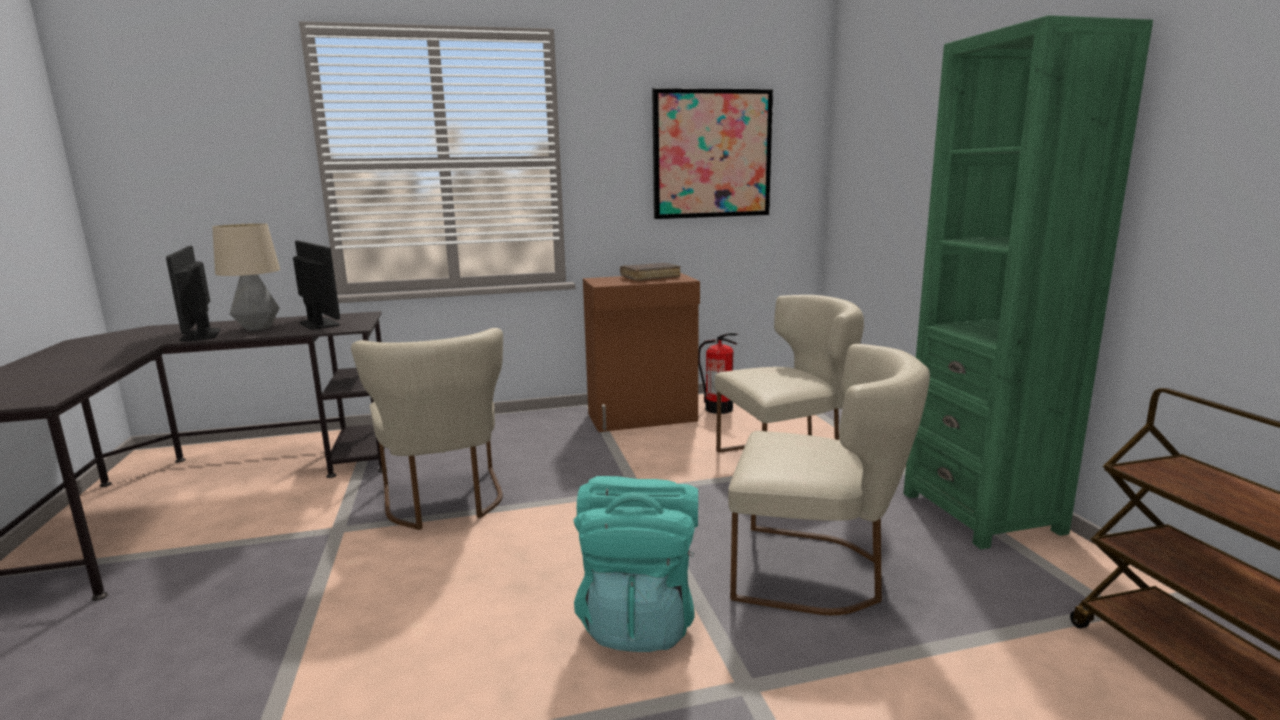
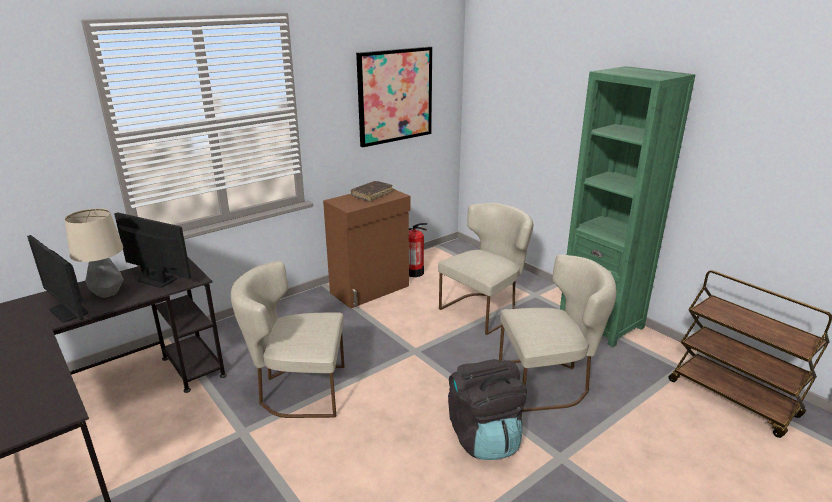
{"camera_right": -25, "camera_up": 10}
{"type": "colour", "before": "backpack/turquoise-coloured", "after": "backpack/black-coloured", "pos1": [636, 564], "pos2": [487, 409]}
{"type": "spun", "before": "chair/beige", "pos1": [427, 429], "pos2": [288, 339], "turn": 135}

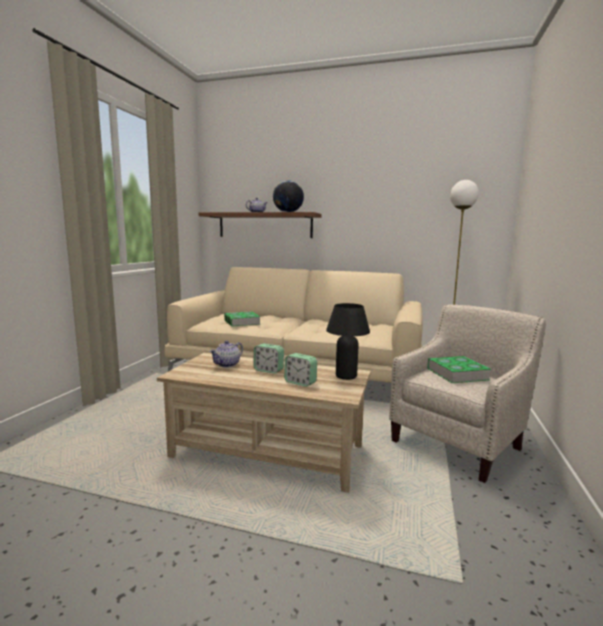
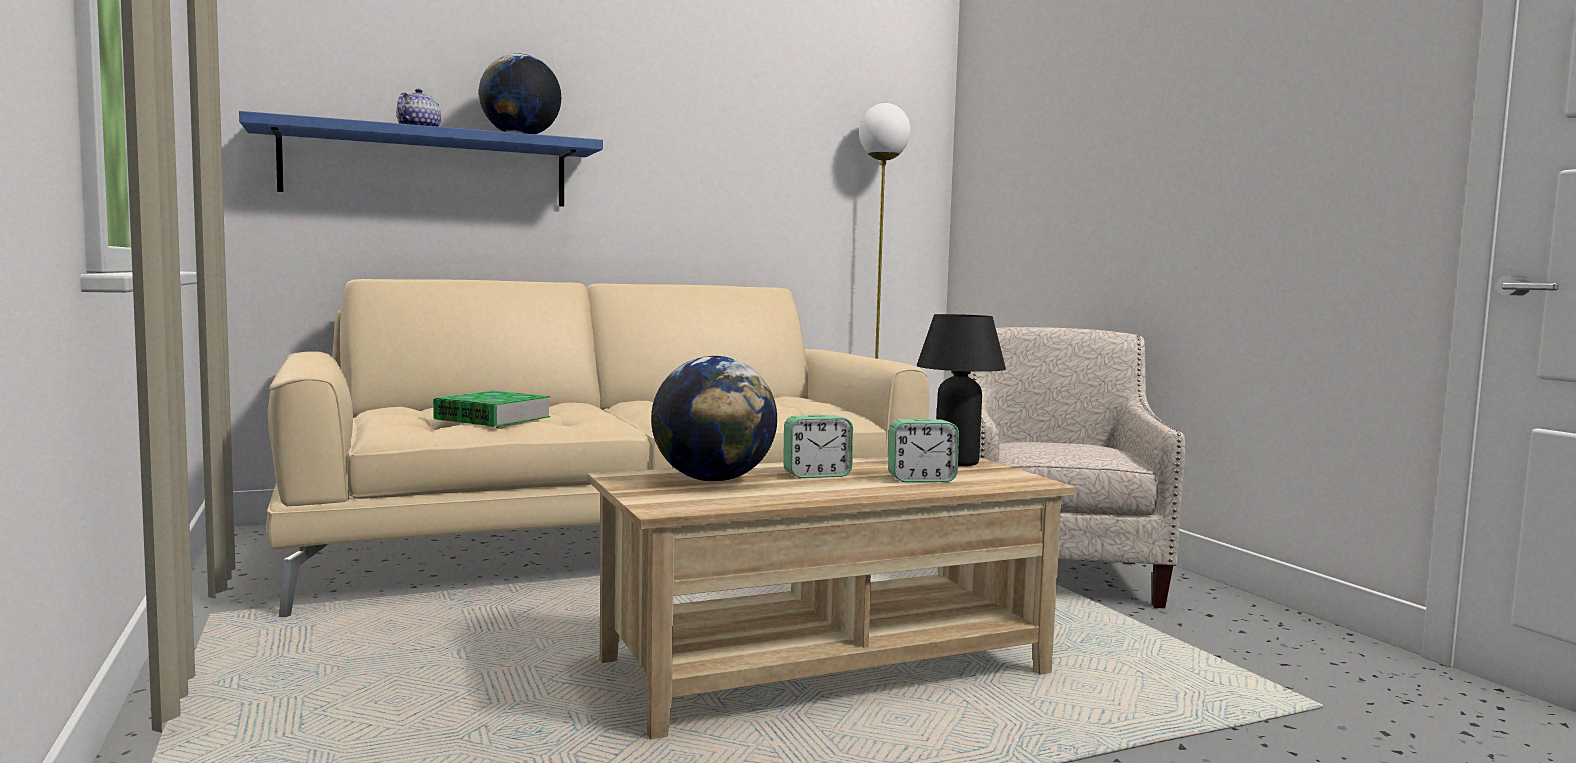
{"camera_right": -40, "camera_up": -5}
{"type": "missing", "before": "bound book", "pos1": [459, 369]}
{"type": "exchanged", "before": "tea pot", "after": "globe", "pos1": [226, 354], "pos2": [714, 419]}
{"type": "colour", "before": "bracket shelf/brown", "after": "bracket shelf/blue-coloured", "pos1": [260, 225], "pos2": [421, 159]}

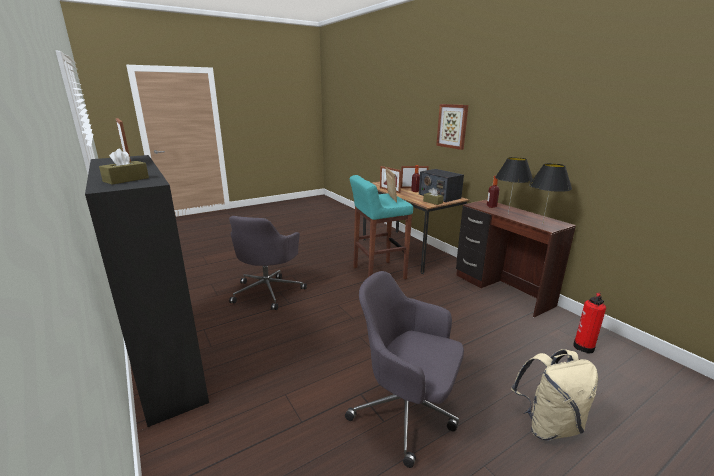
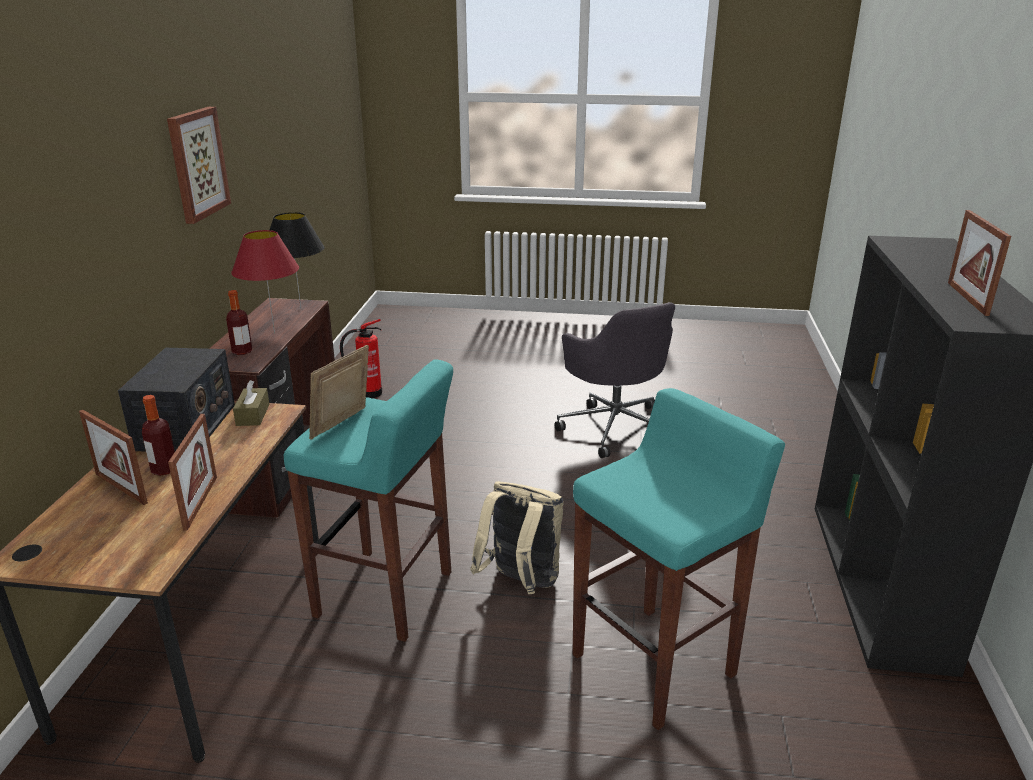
{"camera_right": -140, "camera_up": 5}
{"type": "missing", "before": "tissue holder/brown", "pos1": [124, 167]}
{"type": "relocated", "before": "picture", "pos1": [452, 127], "pos2": [199, 165]}
{"type": "relocated", "before": "backpack/beige", "pos1": [554, 395], "pos2": [517, 537]}
{"type": "exchanged", "before": "computer chair/greyish", "after": "stool/turquoise-coloured", "pos1": [268, 263], "pos2": [678, 559]}
{"type": "colour", "before": "tabletop lamp/black-coloured", "after": "tabletop lamp/red-coloured", "pos1": [514, 185], "pos2": [265, 282]}

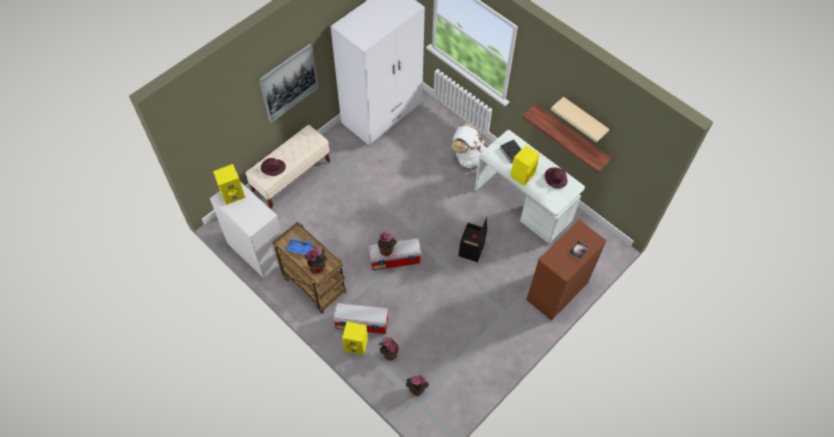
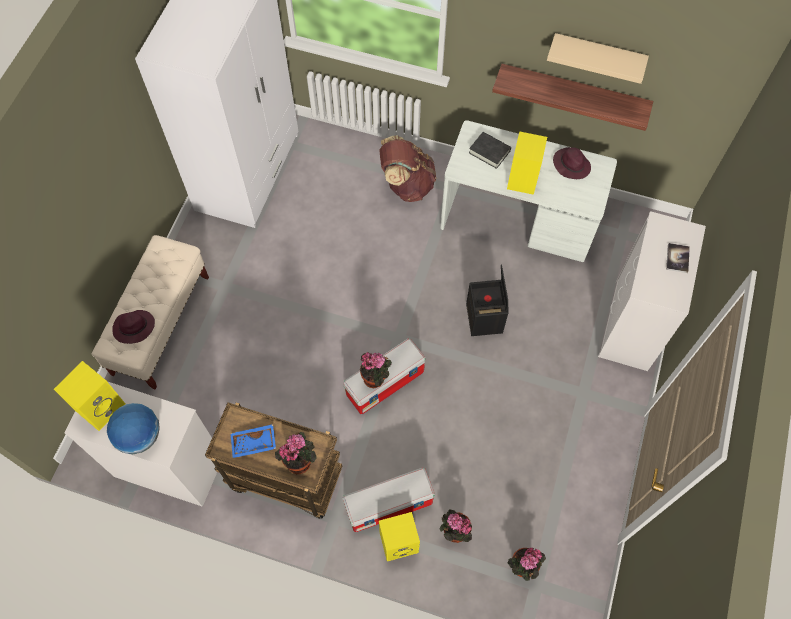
{"camera_right": -25, "camera_up": 5}
{"type": "missing", "before": "picture", "pos1": [288, 83]}
{"type": "appeared", "after": "globe", "pos2": [133, 428]}
{"type": "colour", "before": "backpack/white-coloured", "after": "backpack/brown", "pos1": [470, 146], "pos2": [408, 168]}
{"type": "colour", "before": "drawer chest/brown", "after": "drawer chest/white-coloured", "pos1": [566, 270], "pos2": [652, 291]}

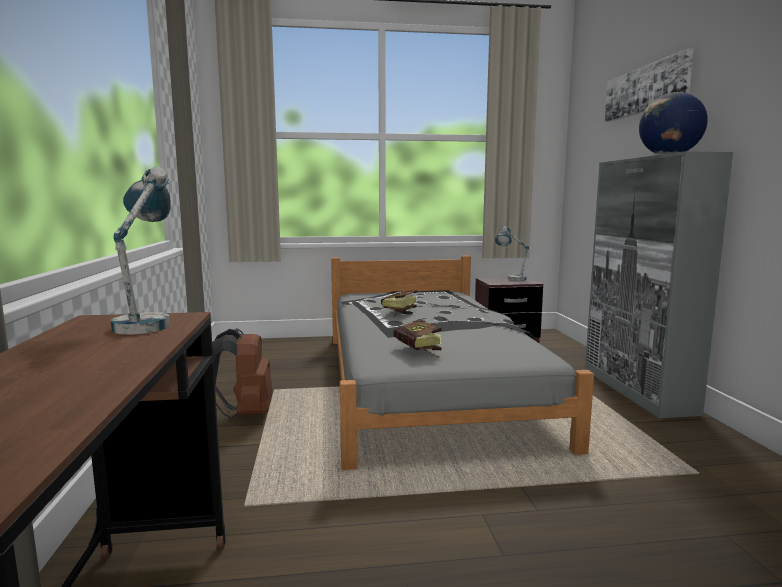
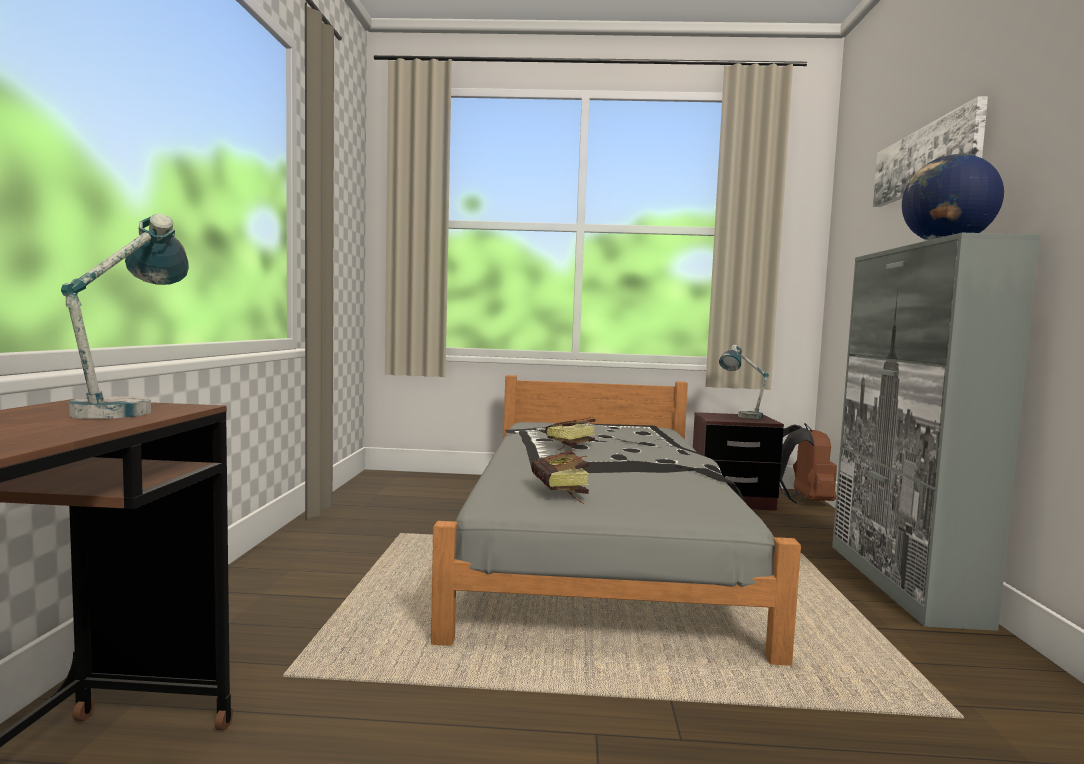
{"camera_right": 10, "camera_up": -5}
{"type": "relocated", "before": "backpack/brown", "pos1": [242, 373], "pos2": [808, 463]}

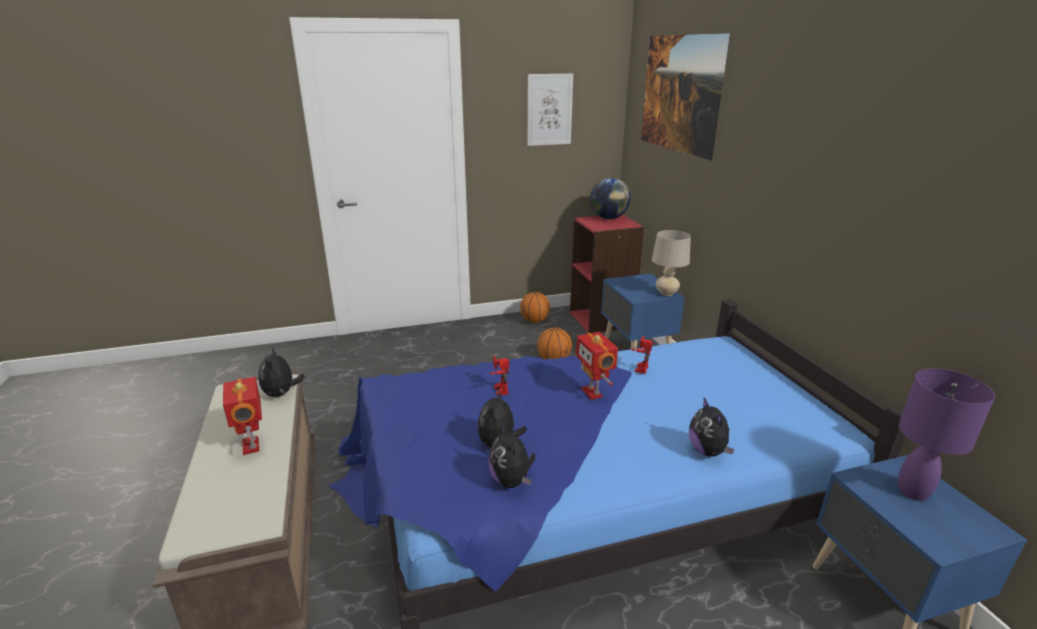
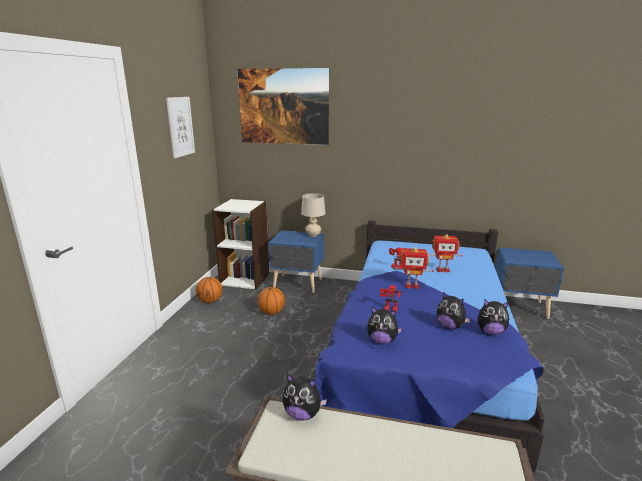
{"camera_right": -60, "camera_up": -5}
{"type": "missing", "before": "globe", "pos1": [610, 198]}
{"type": "missing", "before": "tabletop lamp/purple-coloured", "pos1": [946, 435]}
{"type": "relocated", "before": "robot figure", "pos1": [242, 416], "pos2": [445, 253]}
{"type": "relocated", "before": "plush toy", "pos1": [711, 427], "pos2": [384, 325]}
{"type": "colour", "before": "shelving unit/red-coloured", "after": "shelving unit/white-coloured", "pos1": [607, 274], "pos2": [241, 244]}

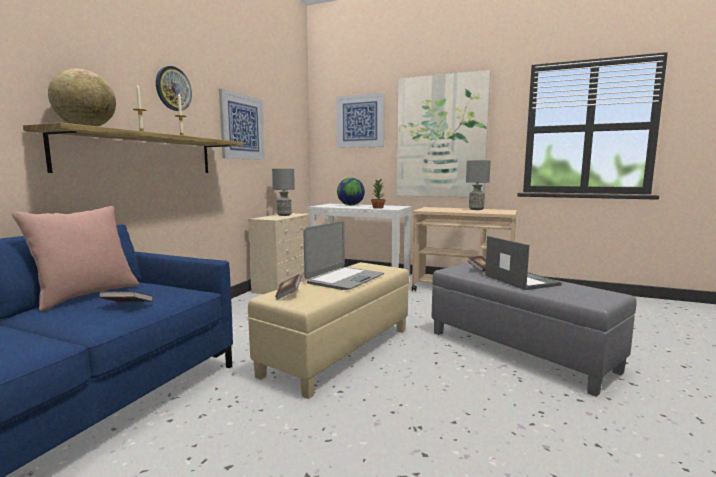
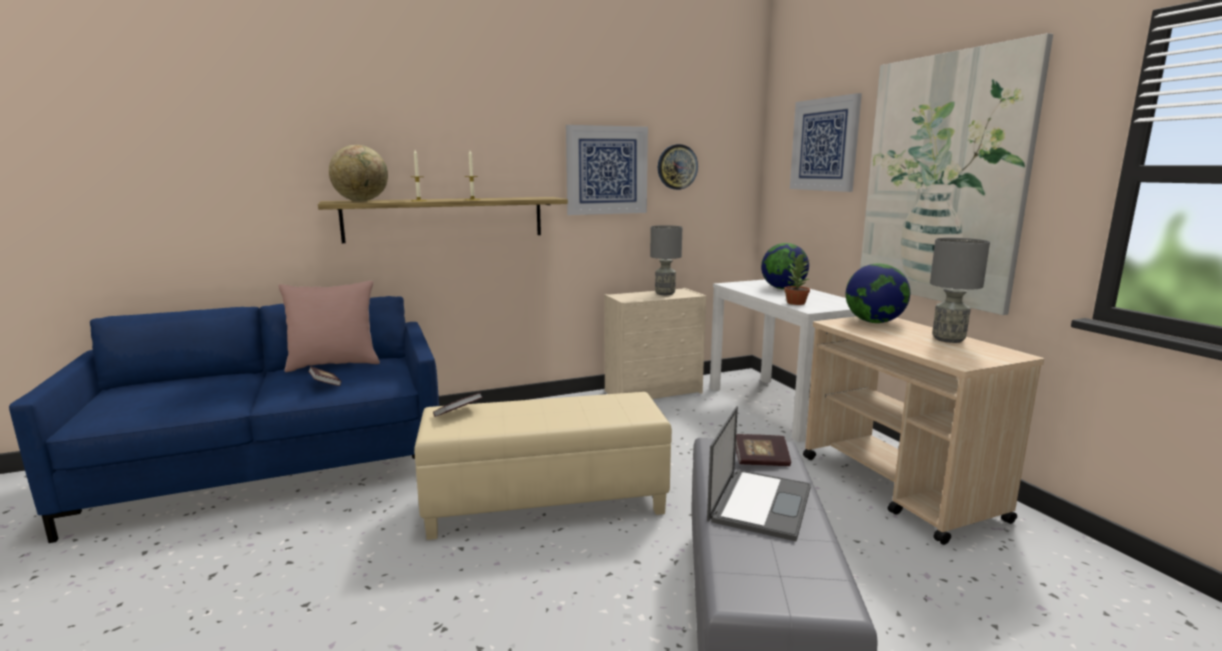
{"camera_right": 45, "camera_up": 5}
{"type": "missing", "before": "laptop", "pos1": [343, 255]}
{"type": "appeared", "after": "globe", "pos2": [878, 293]}
{"type": "relocated", "before": "clock on the wall", "pos1": [174, 88], "pos2": [678, 167]}

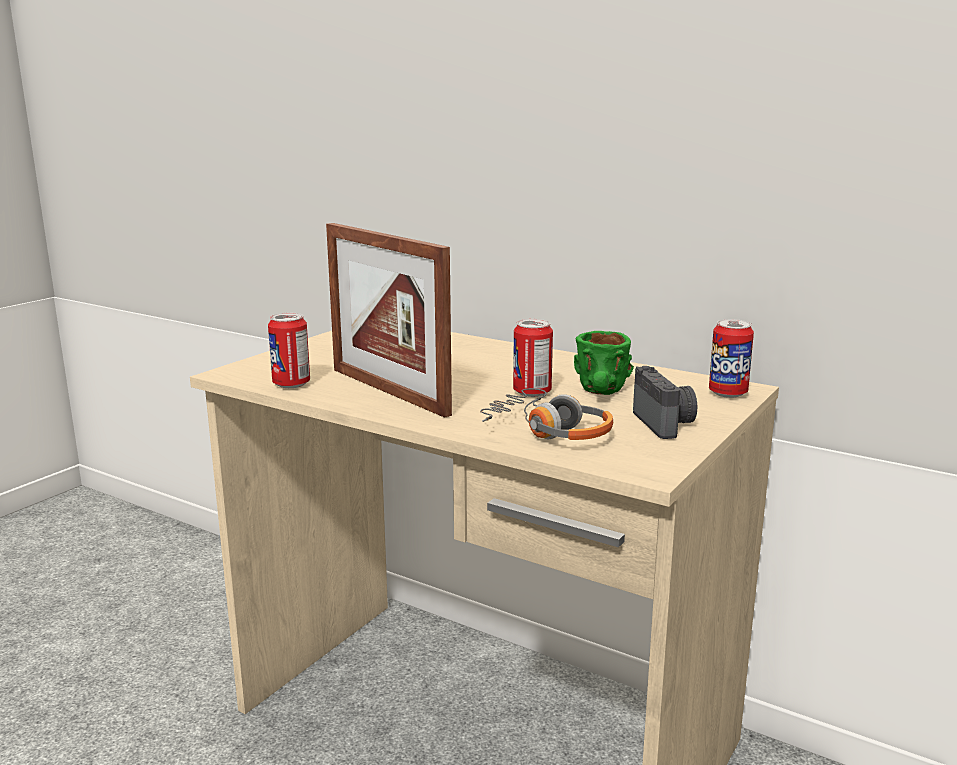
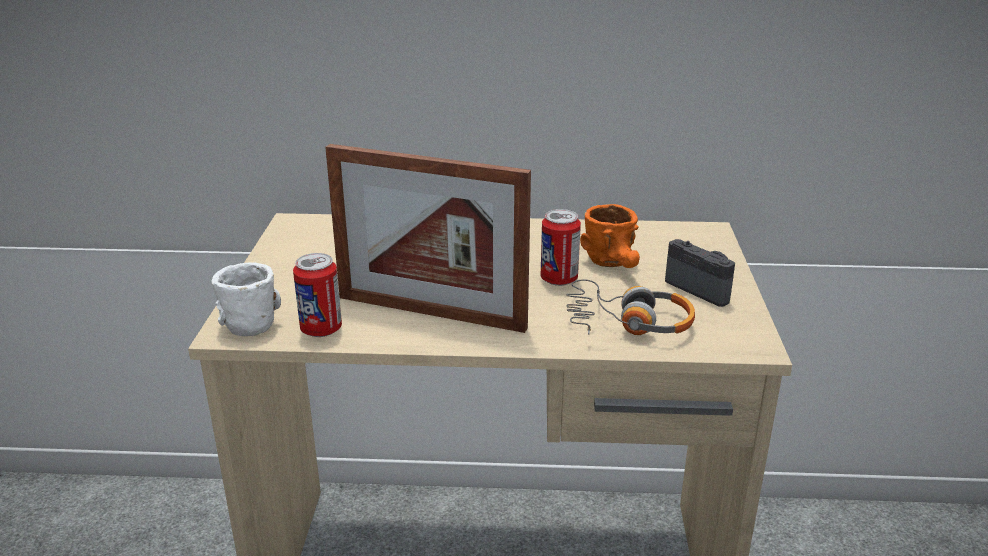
{"camera_right": -30, "camera_up": 10}
{"type": "missing", "before": "sealed can", "pos1": [731, 358]}
{"type": "appeared", "after": "coffee mug/white-coloured", "pos2": [246, 299]}
{"type": "colour", "before": "coffee mug/green-coloured", "after": "coffee mug/orange", "pos1": [604, 363], "pos2": [610, 236]}

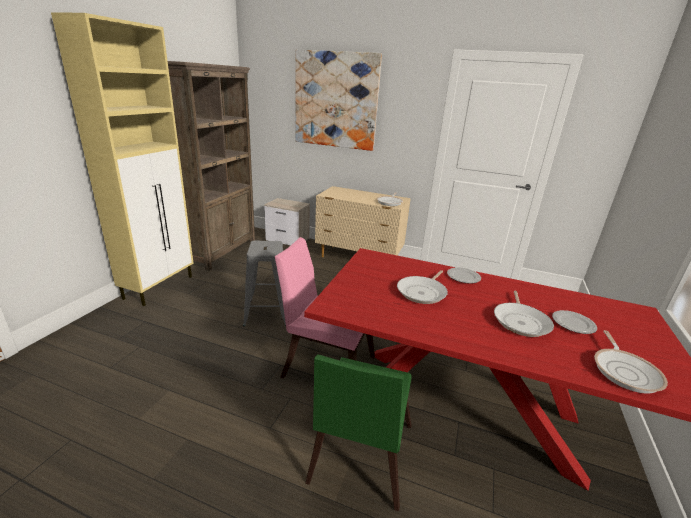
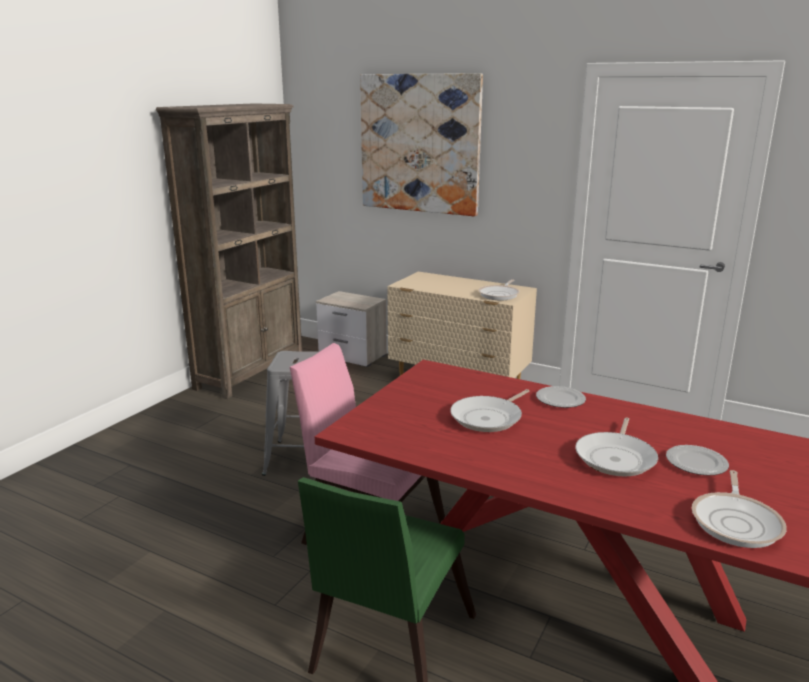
{"camera_right": 10, "camera_up": -5}
{"type": "missing", "before": "storage cabinet/beige", "pos1": [122, 159]}

